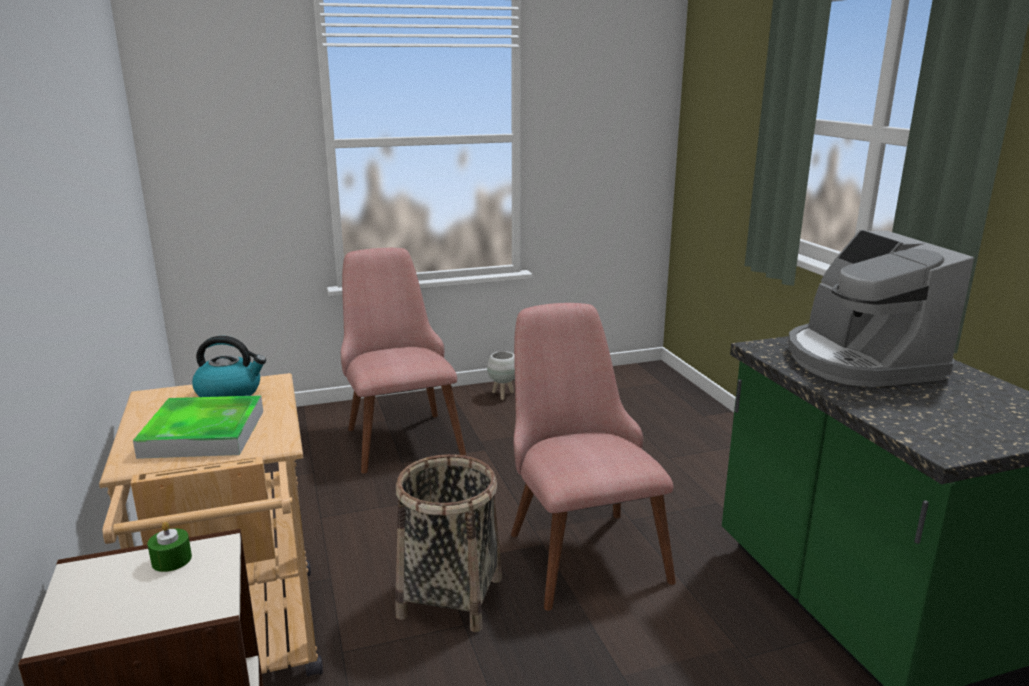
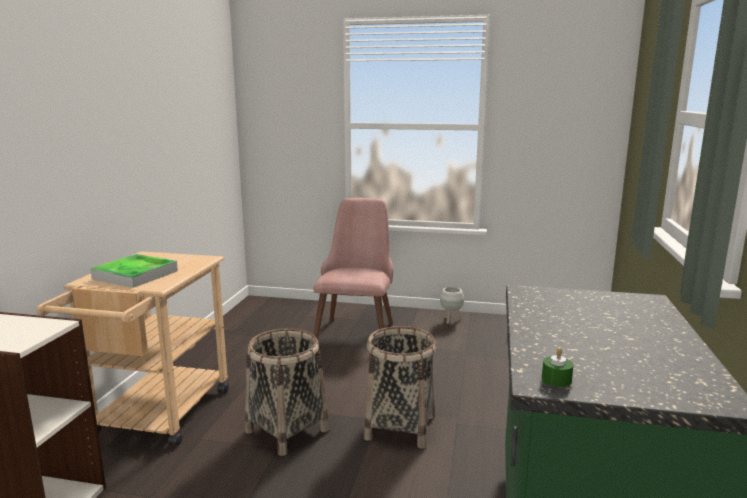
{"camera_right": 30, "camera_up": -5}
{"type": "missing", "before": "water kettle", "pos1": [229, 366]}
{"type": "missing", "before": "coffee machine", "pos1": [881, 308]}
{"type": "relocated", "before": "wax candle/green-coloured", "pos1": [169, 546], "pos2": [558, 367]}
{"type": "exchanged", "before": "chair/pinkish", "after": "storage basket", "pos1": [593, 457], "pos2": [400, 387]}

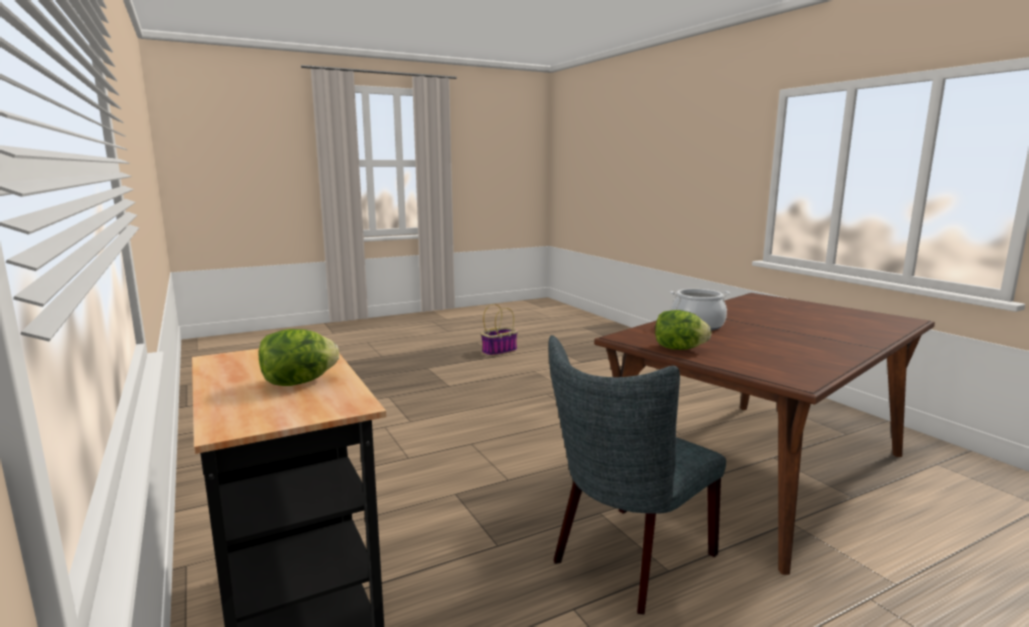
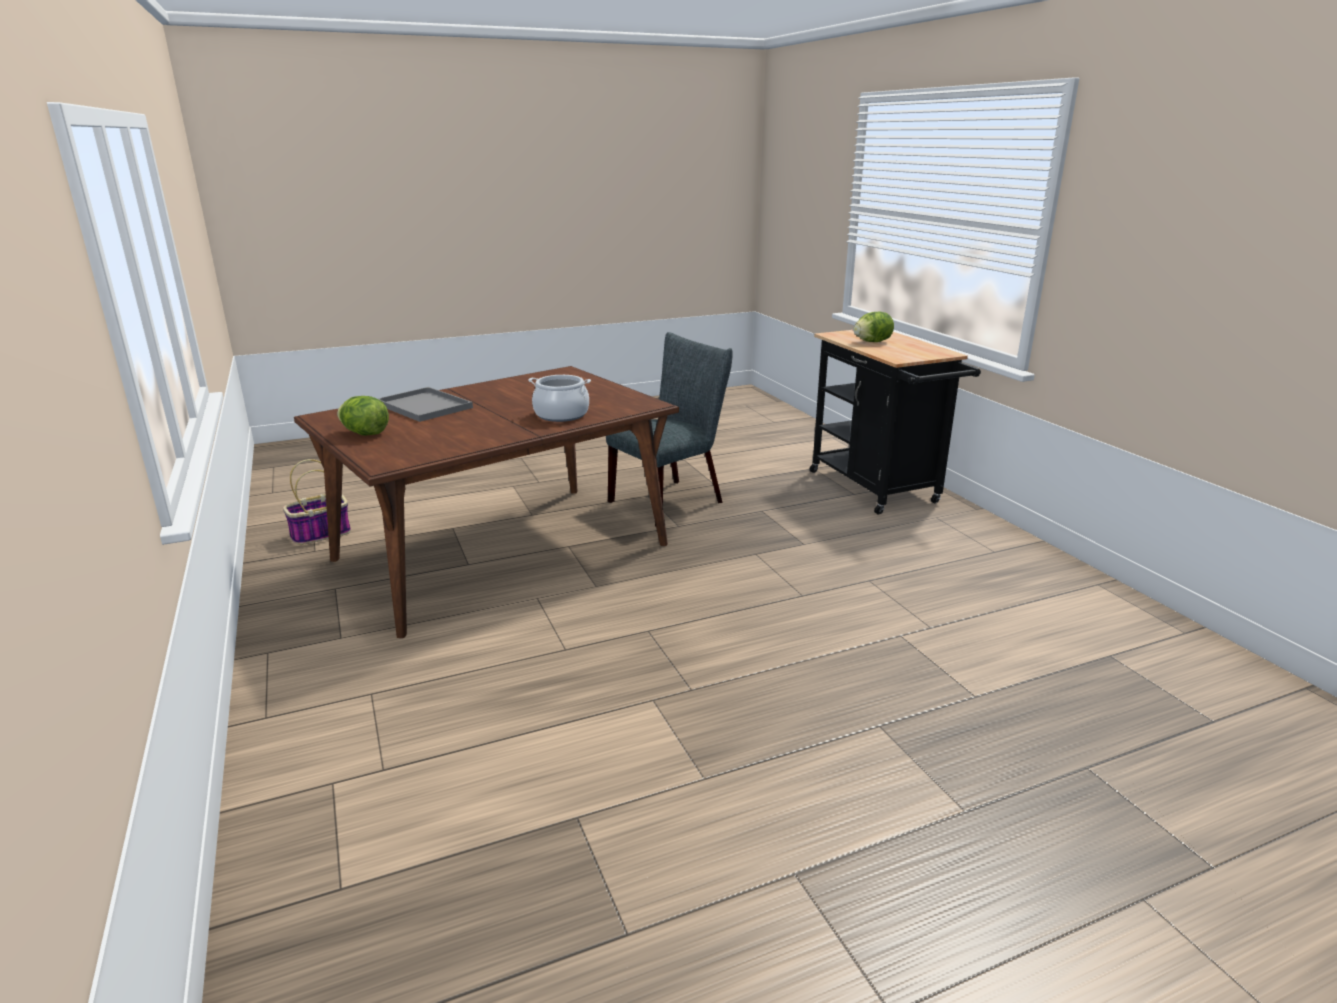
{"camera_right": -175, "camera_up": 10}
{"type": "appeared", "after": "tray/greyish", "pos2": [425, 404]}
{"type": "relocated", "before": "storage basket", "pos1": [499, 330], "pos2": [317, 502]}
{"type": "relocated", "before": "head of lettuce", "pos1": [683, 330], "pos2": [363, 416]}

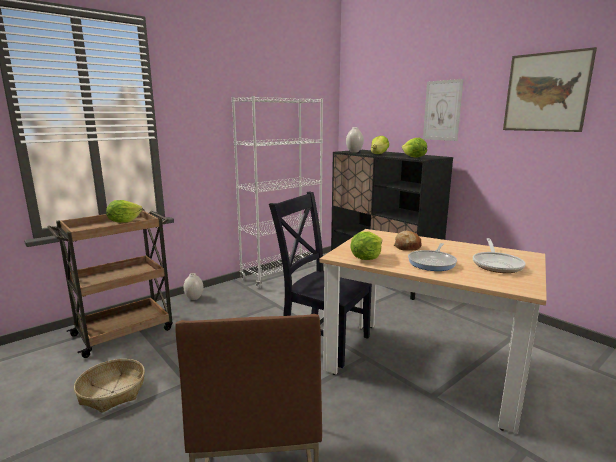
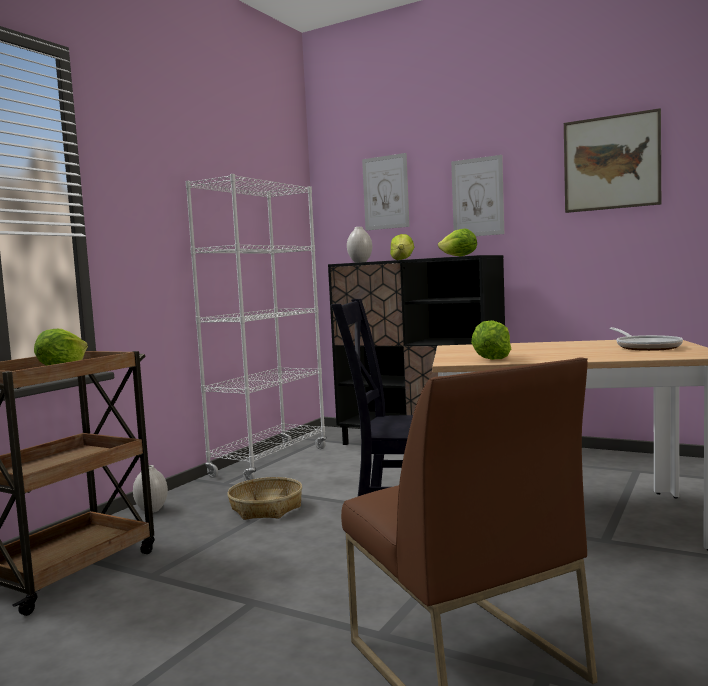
{"camera_right": -20, "camera_up": -10}
{"type": "missing", "before": "bread", "pos1": [408, 241]}
{"type": "missing", "before": "frying pan", "pos1": [432, 257]}
{"type": "appeared", "after": "picture", "pos2": [386, 192]}
{"type": "relocated", "before": "storage basket", "pos1": [109, 386], "pos2": [264, 498]}

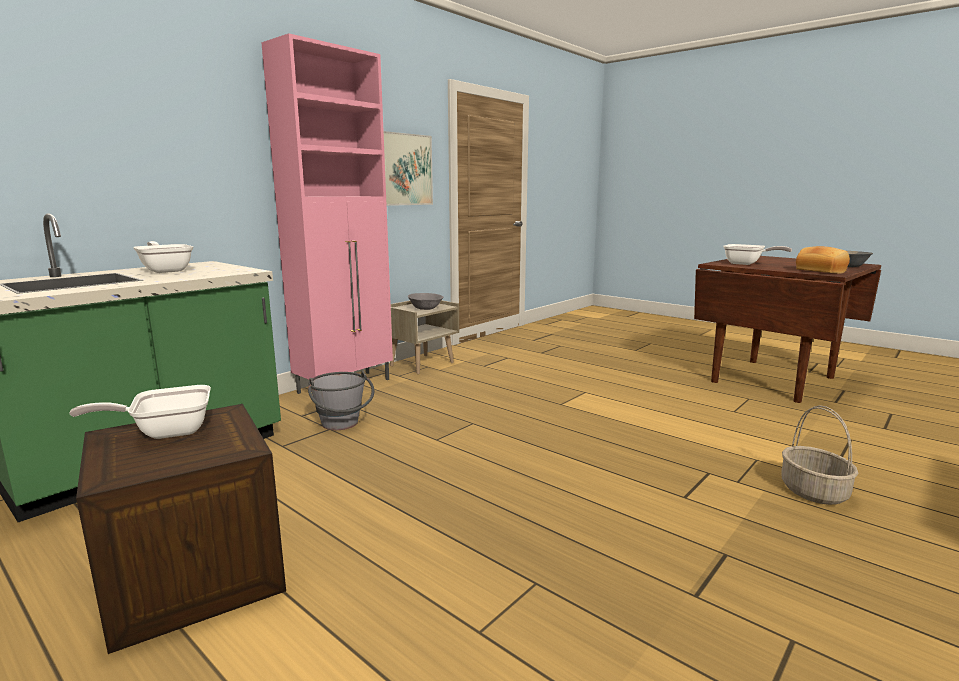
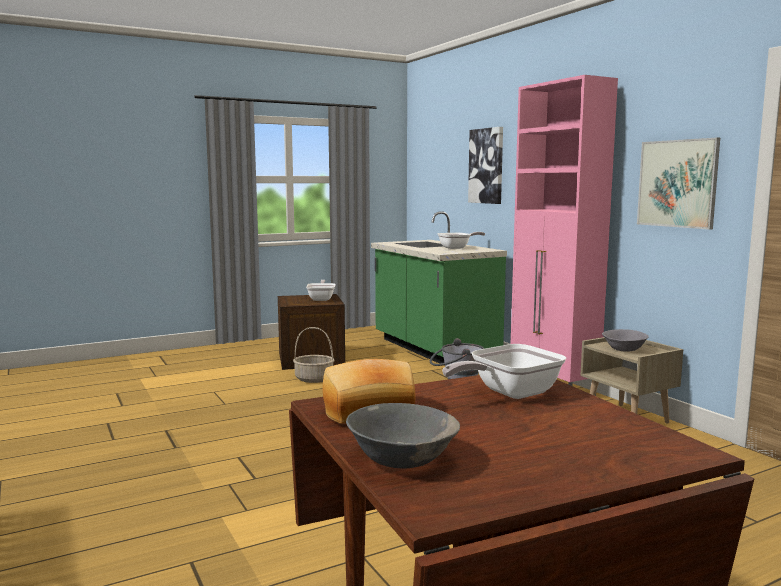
{"camera_right": 110, "camera_up": -5}
{"type": "appeared", "after": "picture", "pos2": [485, 165]}
{"type": "relocated", "before": "storage basket", "pos1": [820, 455], "pos2": [313, 355]}

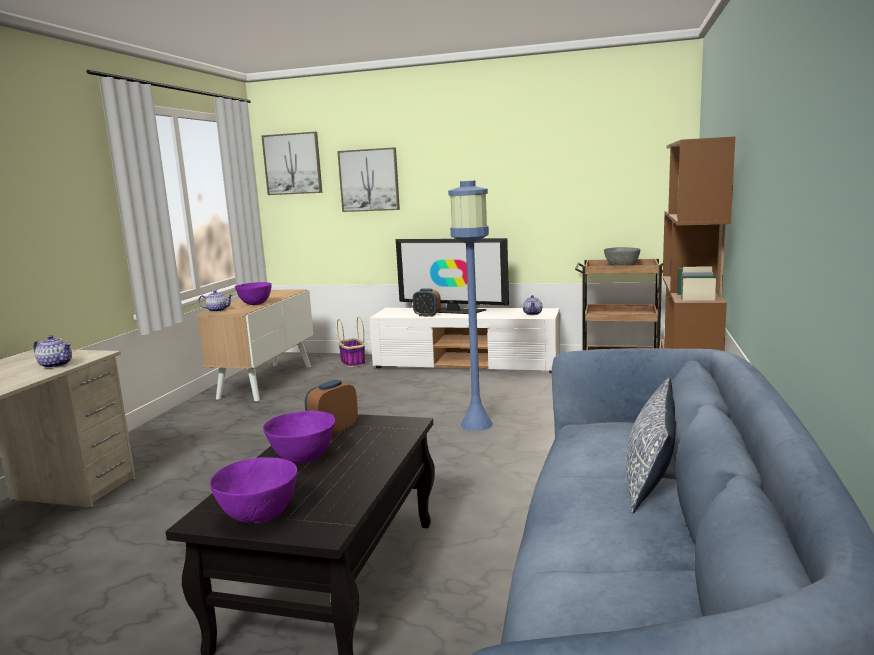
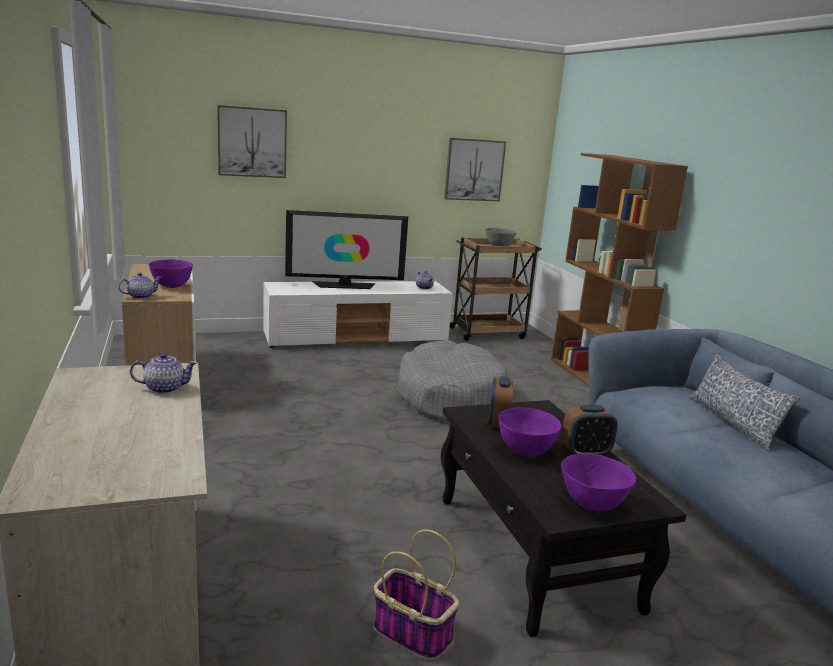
{"camera_right": -35, "camera_up": 5}
{"type": "relocated", "before": "picture", "pos1": [291, 163], "pos2": [475, 169]}
{"type": "relocated", "before": "storage basket", "pos1": [351, 342], "pos2": [416, 595]}
{"type": "relocated", "before": "table clock", "pos1": [427, 303], "pos2": [590, 430]}
{"type": "exchanged", "before": "standard lamp/blue-coloured", "after": "dog cushion/greyish", "pos1": [470, 306], "pos2": [451, 381]}

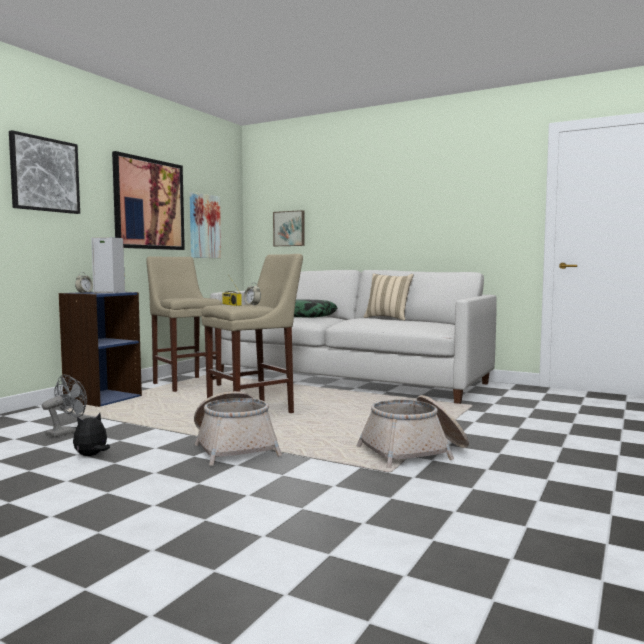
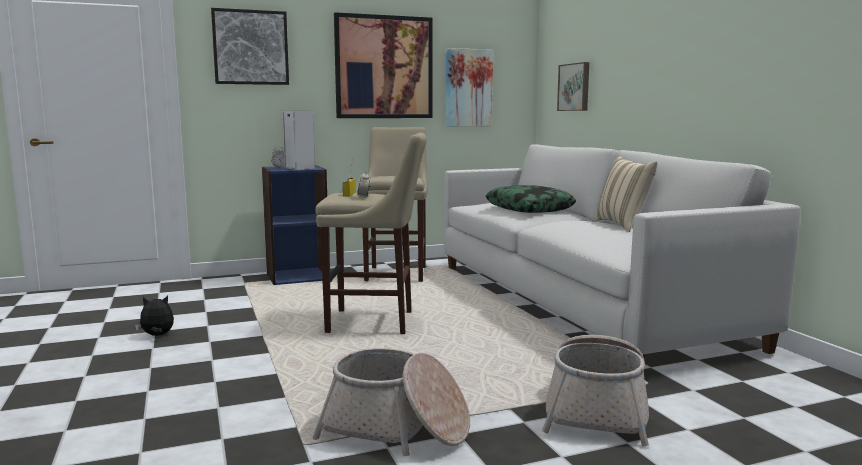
{"camera_right": 40, "camera_up": 5}
{"type": "missing", "before": "electric fan/greyish", "pos1": [64, 406]}
{"type": "relocated", "before": "storage basket", "pos1": [238, 428], "pos2": [595, 390]}

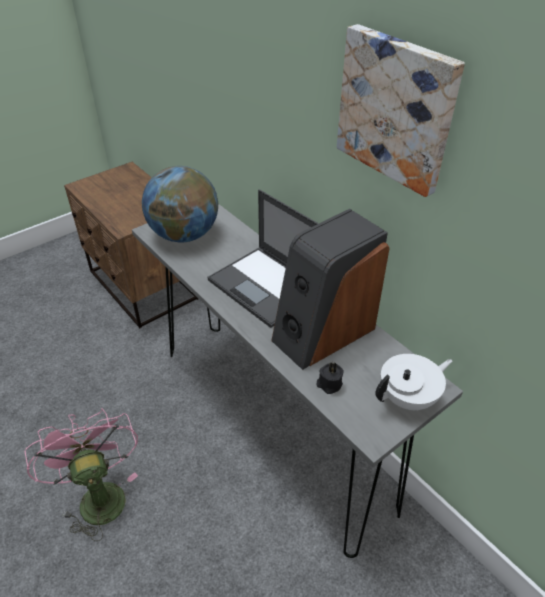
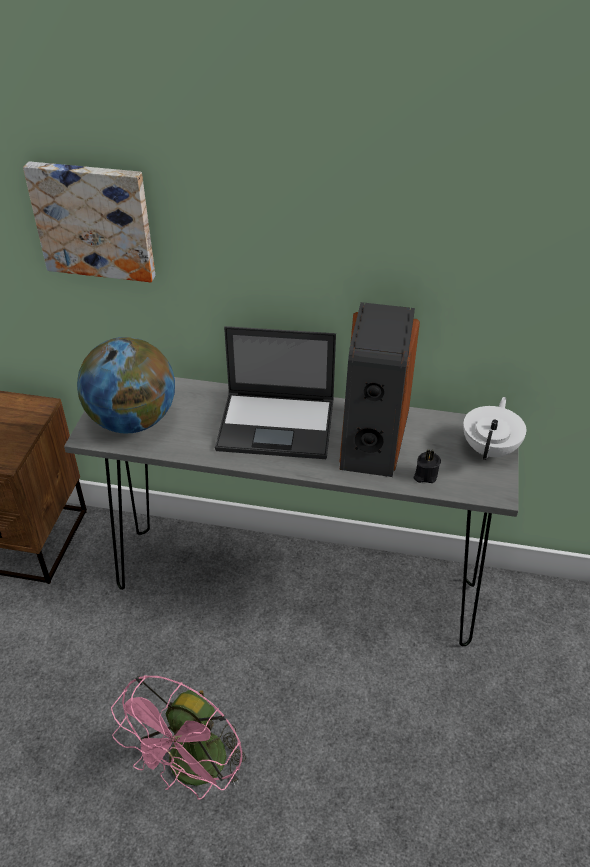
{"camera_right": -40, "camera_up": 0}
{"type": "relocated", "before": "picture", "pos1": [401, 110], "pos2": [89, 222]}
{"type": "spun", "before": "electric fan/pinkish", "pos1": [81, 474], "pos2": [178, 737], "turn": -90}

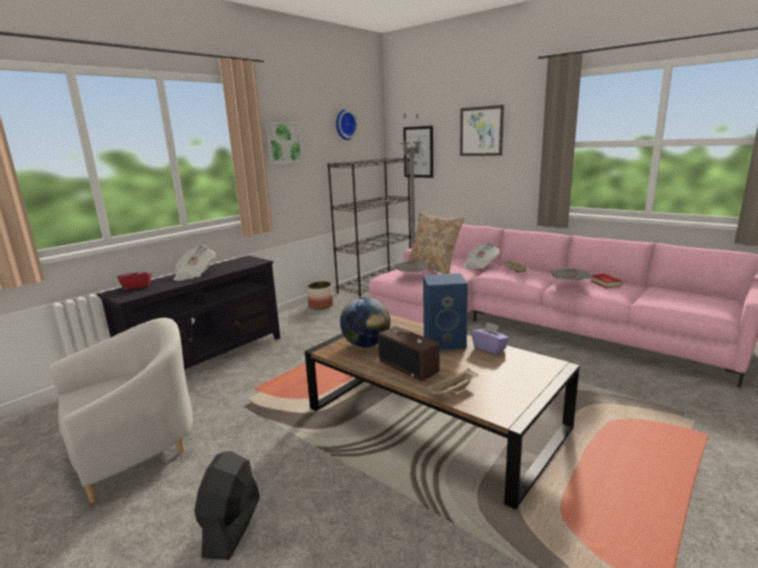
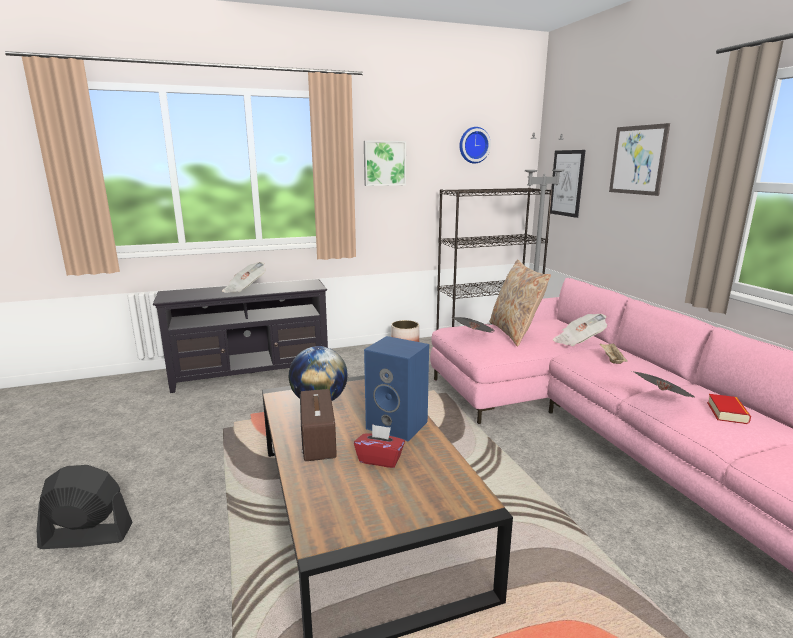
{"camera_right": 30, "camera_up": 0}
{"type": "missing", "before": "easy chair/white-coloured", "pos1": [121, 410]}
{"type": "missing", "before": "tray/beige", "pos1": [451, 382]}
{"type": "missing", "before": "tissue holder/purple-coloured", "pos1": [490, 338]}
{"type": "relocated", "before": "tissue holder/red-coloured", "pos1": [134, 277], "pos2": [379, 446]}
{"type": "spun", "before": "electric fan/black-coloured", "pos1": [227, 505], "pos2": [85, 507], "turn": 45}

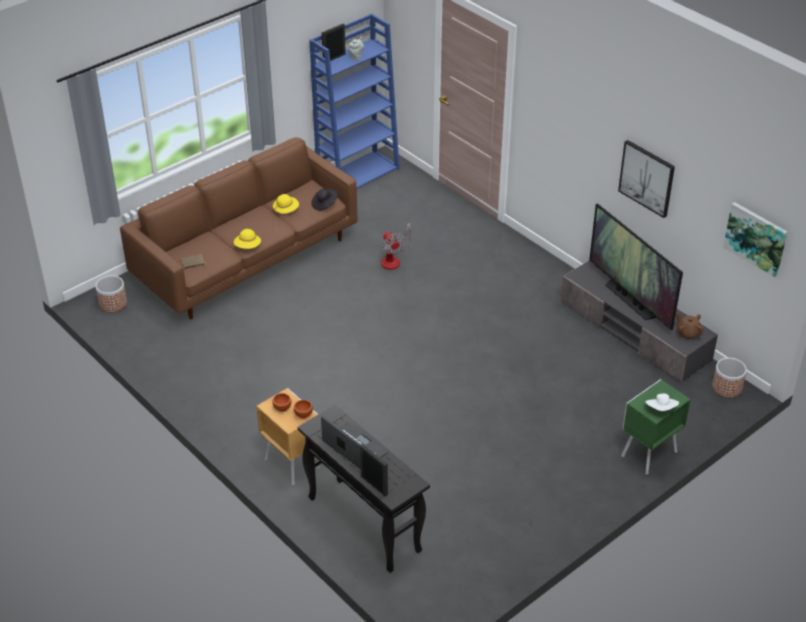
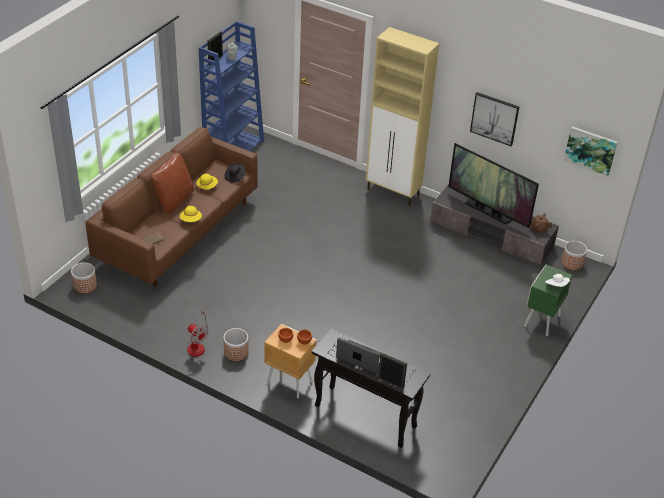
{"camera_right": -20, "camera_up": 0}
{"type": "appeared", "after": "cushion/brown", "pos2": [172, 184]}
{"type": "appeared", "after": "flower pot", "pos2": [236, 344]}
{"type": "appeared", "after": "storage cabinet/beige", "pos2": [402, 116]}
{"type": "relocated", "before": "electric fan", "pos1": [396, 246], "pos2": [198, 333]}

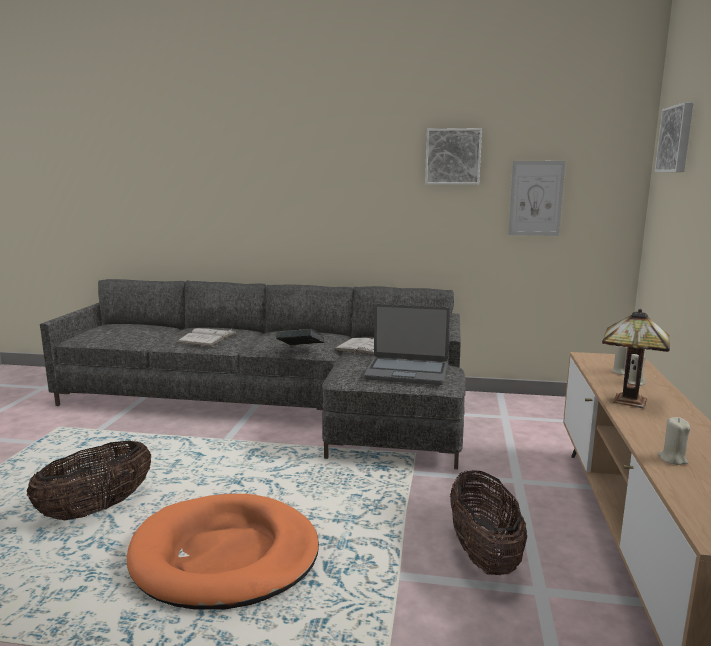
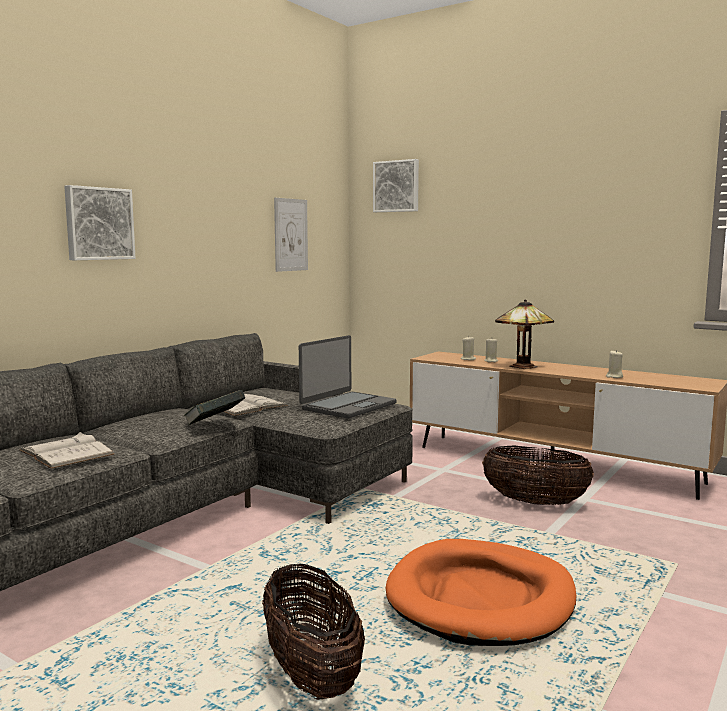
{"camera_right": -65, "camera_up": -5}
{"type": "relocated", "before": "picture", "pos1": [453, 156], "pos2": [100, 222]}

